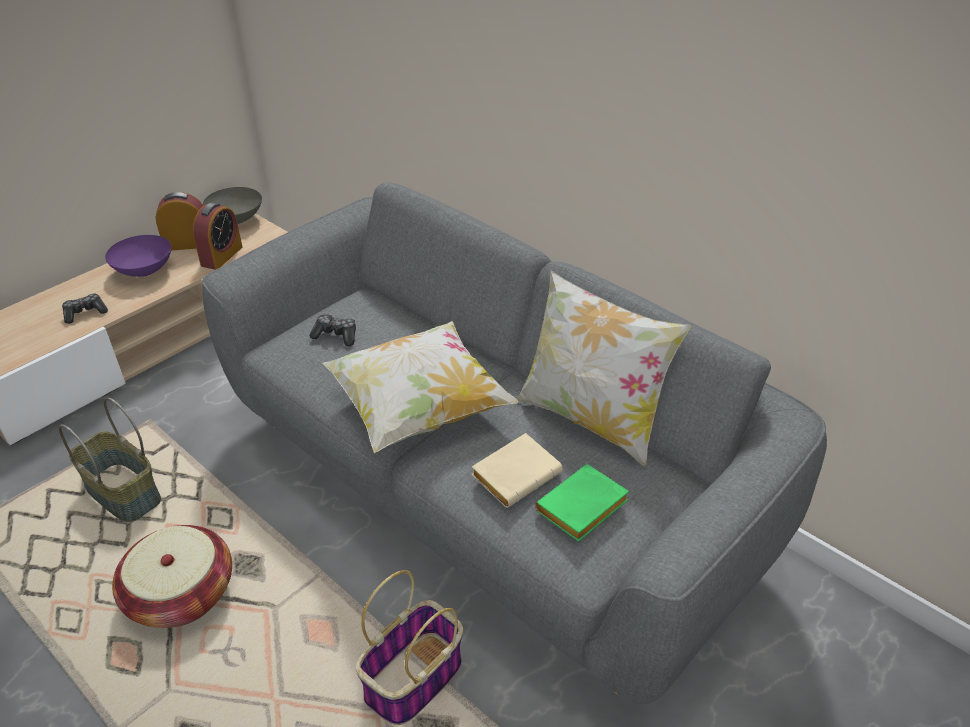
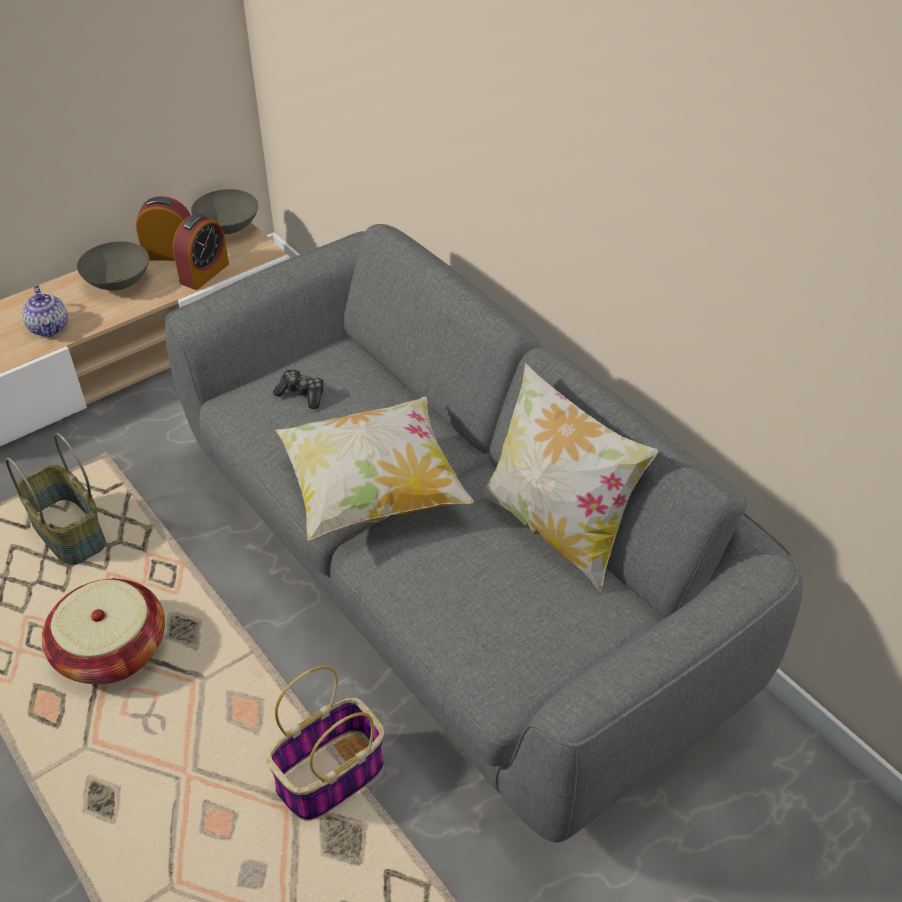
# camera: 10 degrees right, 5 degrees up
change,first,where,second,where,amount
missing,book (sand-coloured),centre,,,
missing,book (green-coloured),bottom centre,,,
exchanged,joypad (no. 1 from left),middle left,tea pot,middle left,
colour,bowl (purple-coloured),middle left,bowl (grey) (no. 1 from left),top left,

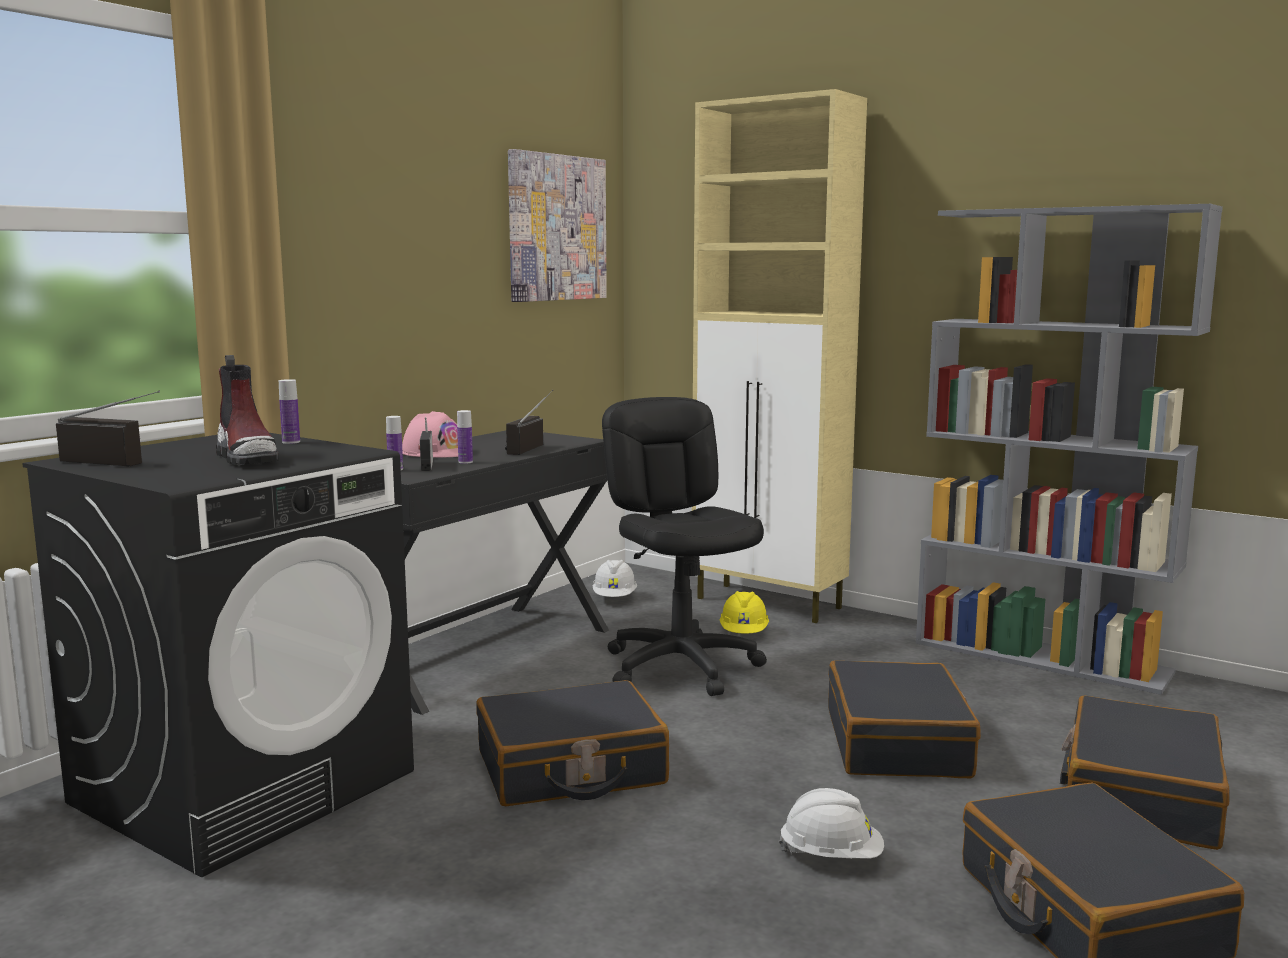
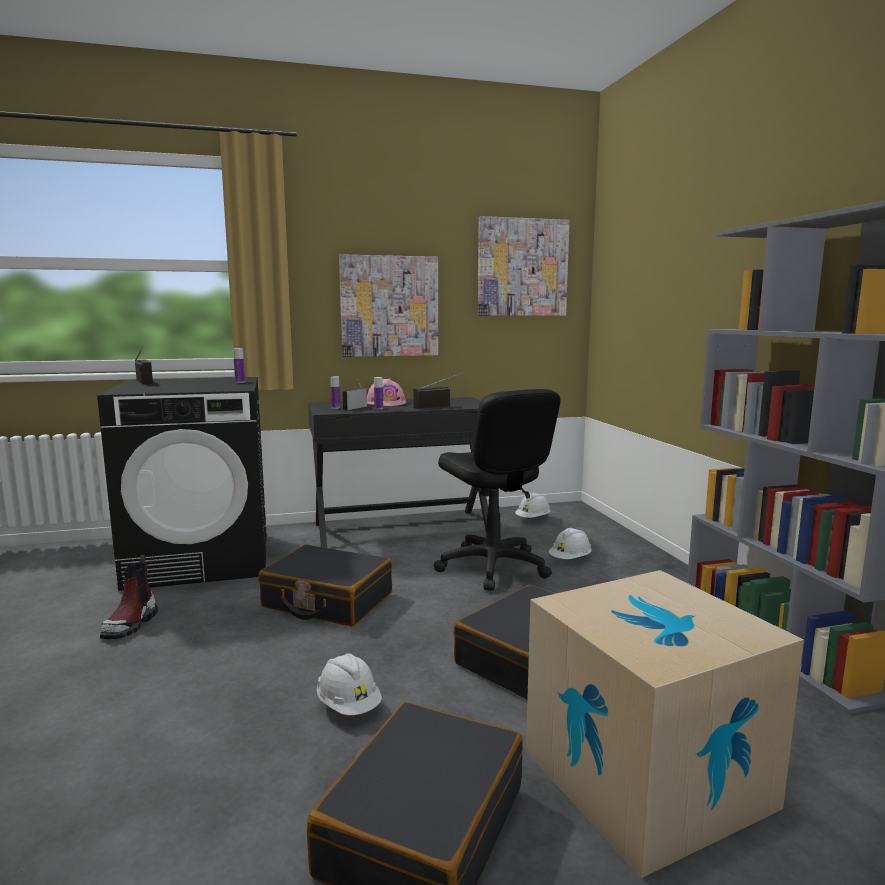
# camera: 40 degrees right, 0 degrees up
change,first,where,second,where,amount
missing,storage cabinet (sand-coloured),centre,,,
appeared,,,picture (no. 1 from left),centre,
relocated,tall boot,middle left,,bottom left,
exchanged,suitcase (black) (no. 4 from left),bottom right,cardboard box,bottom right,
colour,work helmet (yellow),centre,work helmet (whitish) (no. 3 from left),centre,
spun,desk chair (black),centre,,centre,135 degrees clockwise

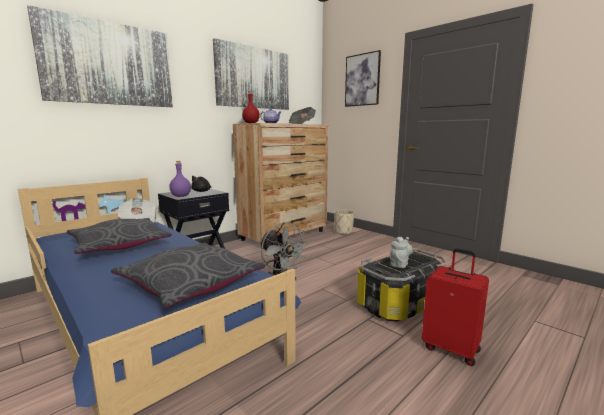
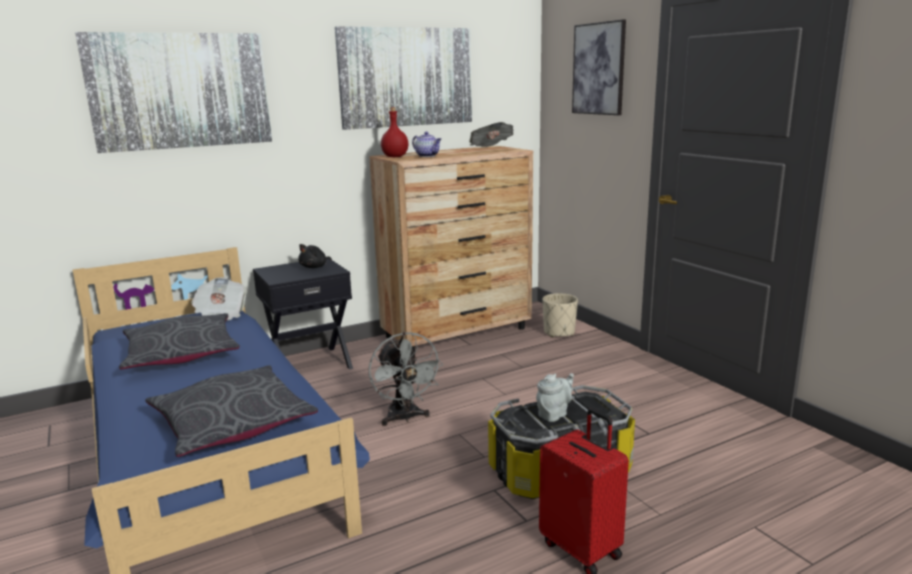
# camera: 15 degrees right, 5 degrees up
change,first,where,second,where,amount
missing,drink bottle (purple-coloured),middle left,,,

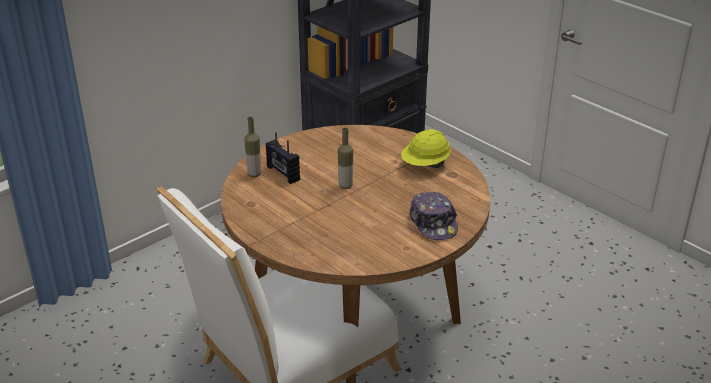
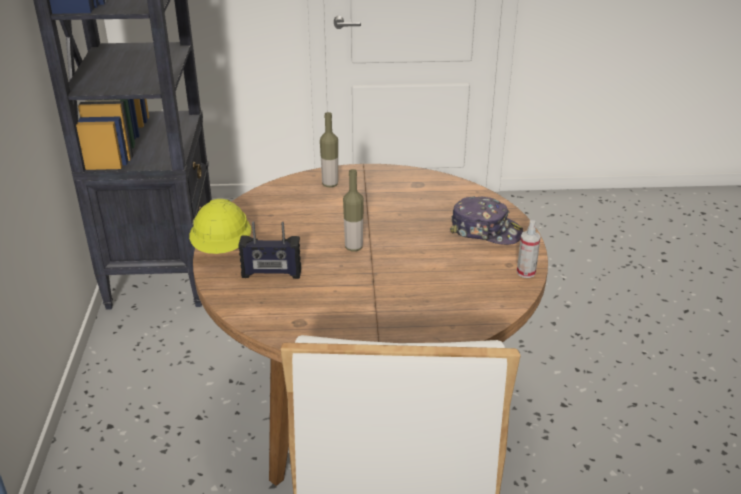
# camera: 50 degrees left, 0 degrees up
change,first,where,second,where,amount
appeared,,,sprayer,middle right,
relocated,drink bottle (no. 1 from left),centre,,top centre,
relocated,work helmet (yellow),centre,,middle left,

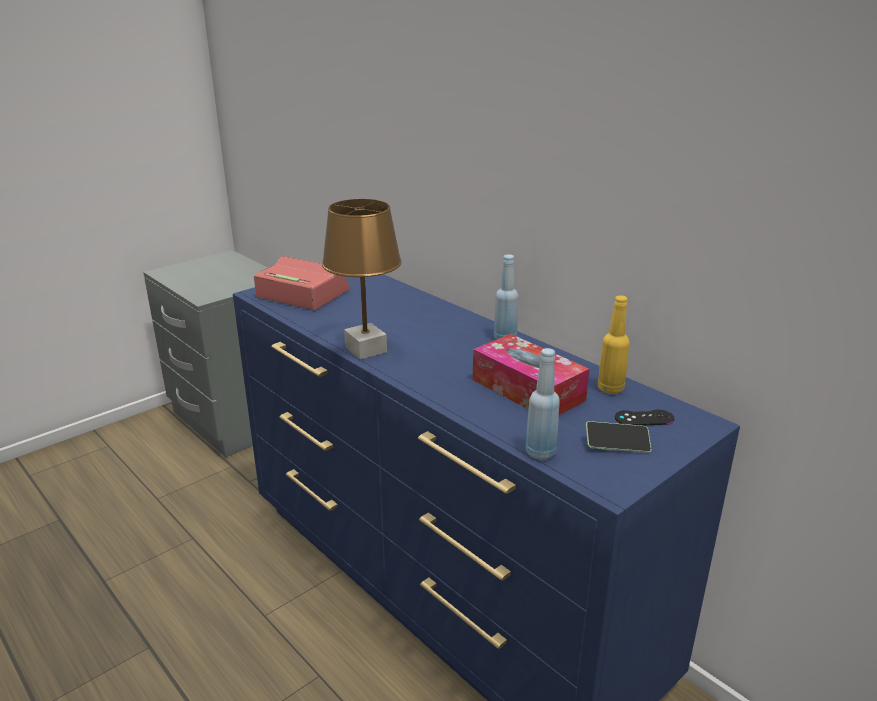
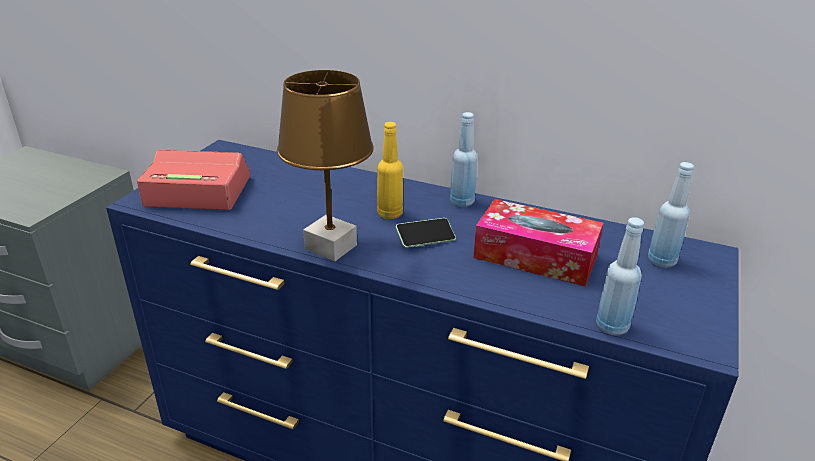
# camera: 25 degrees left, 5 degrees up
change,first,where,second,where,amount
relocated,telephone,middle right,,centre,
relocated,drink bottle (yellow),middle right,,centre,
exchanged,joypad (black),middle right,drink bottle (blue-coloured) (no. 3 from left),middle right,

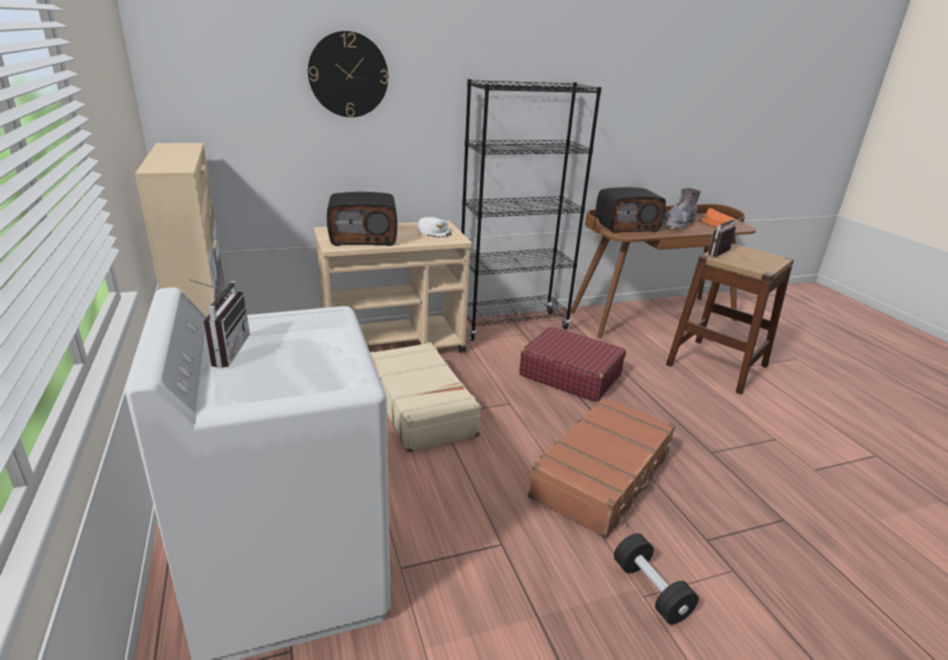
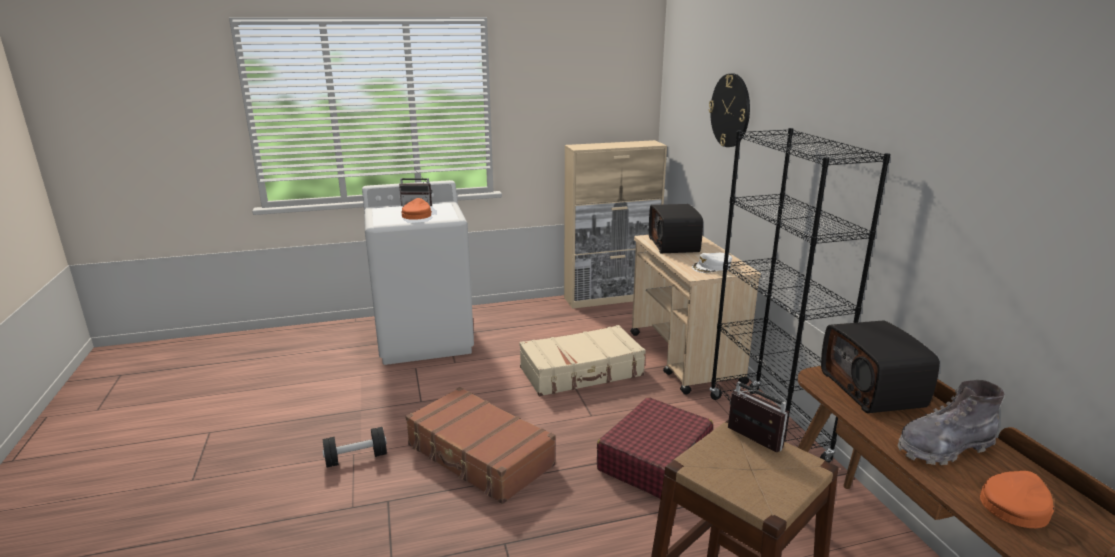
# camera: 95 degrees right, 5 degrees down
change,first,where,second,where,amount
appeared,,,peaked cap (orange-coloured) (no. 1 from left),centre,
spun,tall boot (grey),top right,,bottom right,60 degrees counterclockwise

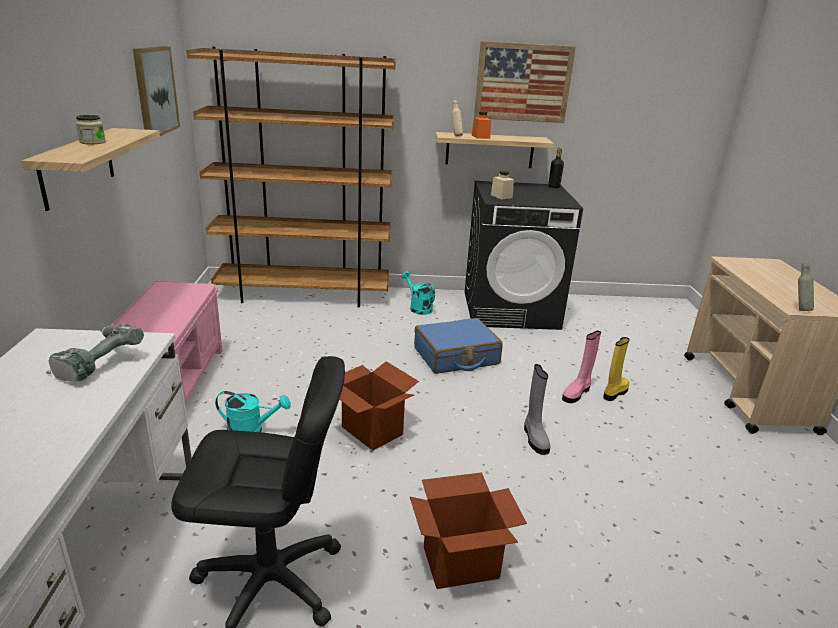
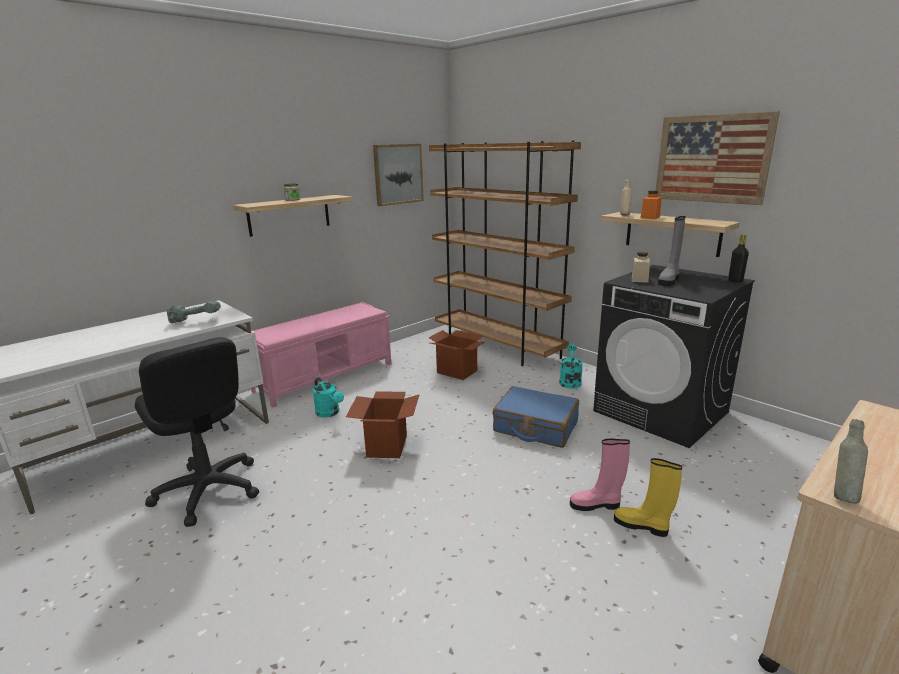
# camera: 50 degrees right, 5 degrees down
change,first,where,second,where,amount
relocated,cardboard box (no. 2 from left),bottom centre,,centre,
relocated,tall boot (grey),centre,,middle right,
spun,tall boot (yellow),middle right,,bottom right,150 degrees counterclockwise

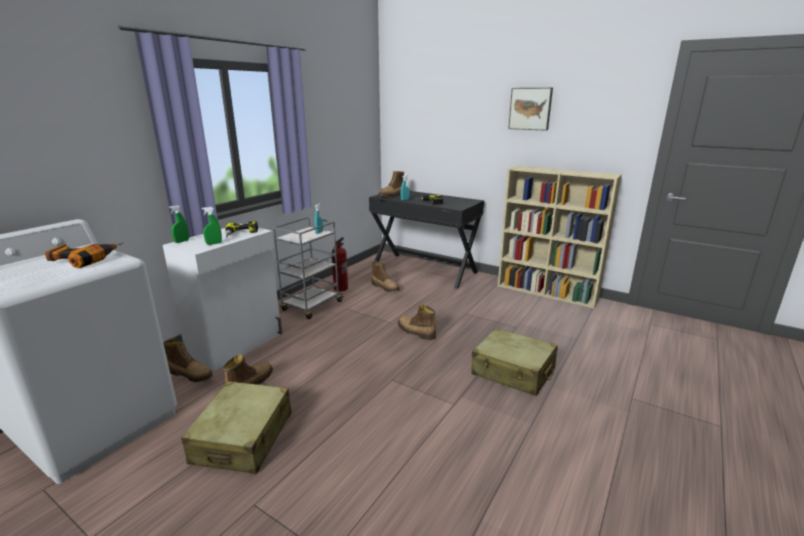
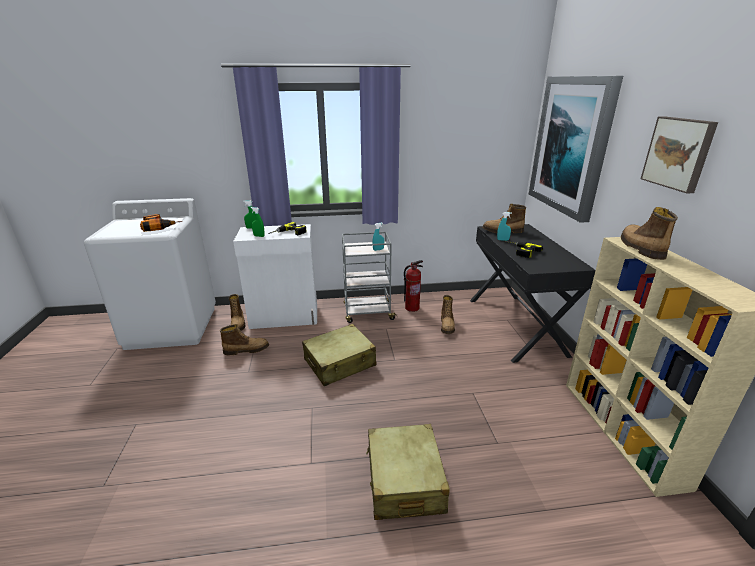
# camera: 50 degrees right, 5 degrees up
change,first,where,second,where,amount
appeared,,,picture (no. 1 from left),top right,
relocated,suitcase (sand-coloured) (no. 1 from left),bottom left,,centre,
relocated,tall boot (no. 5 from left),centre,,middle right,

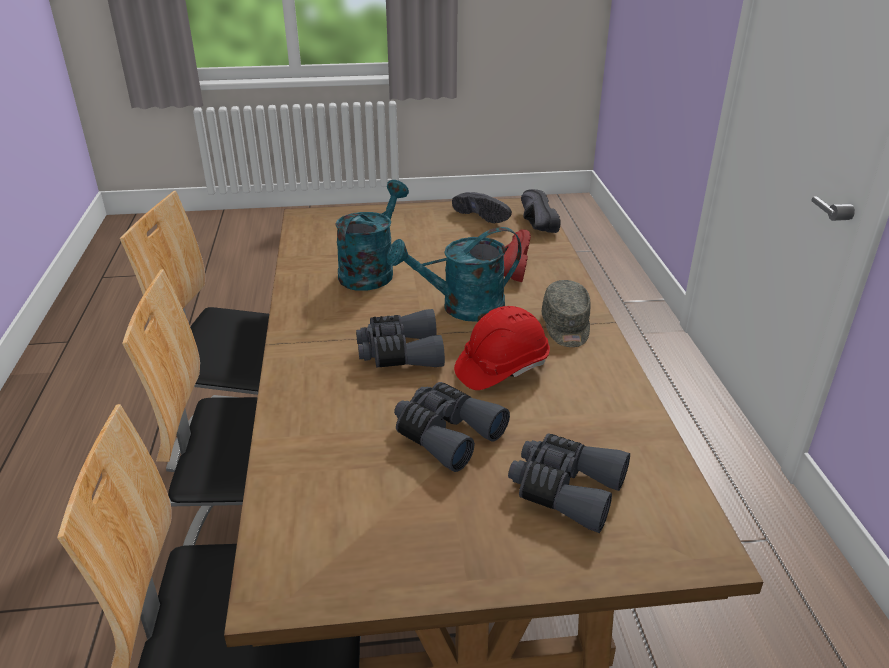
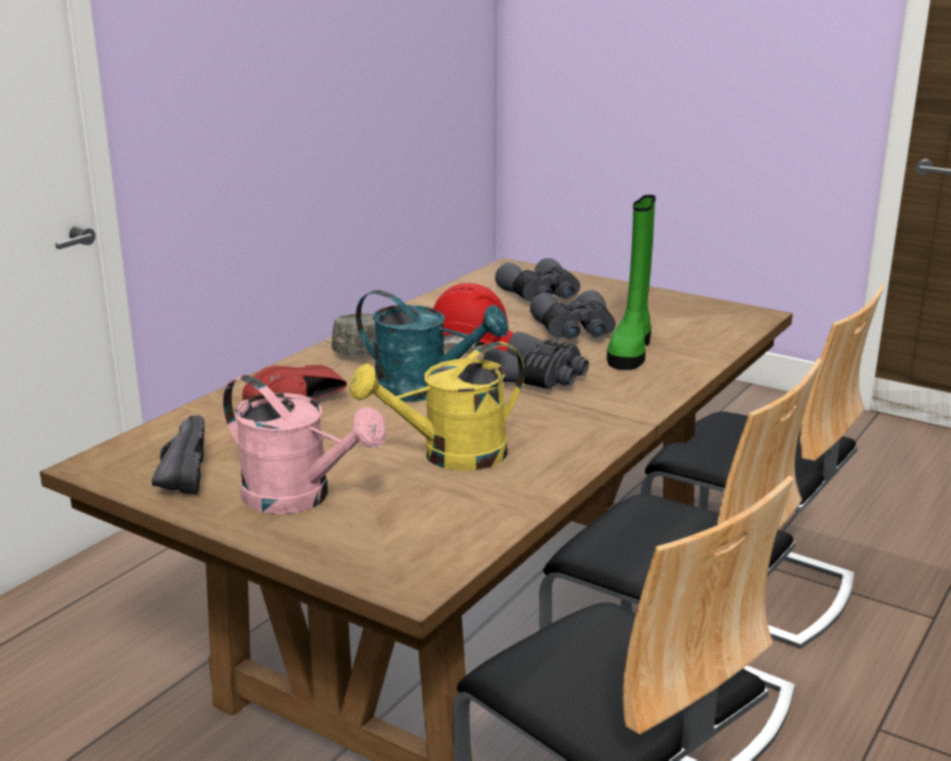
# camera: 140 degrees left, 10 degrees down
change,first,where,second,where,amount
missing,shoe (black) (no. 2 from left),top centre,,,
appeared,,,watering can (pinkish),middle left,
appeared,,,tall boot (green-coloured),centre,
colour,watering can (turquoise) (no. 1 from left),centre,watering can (yellow),centre,

